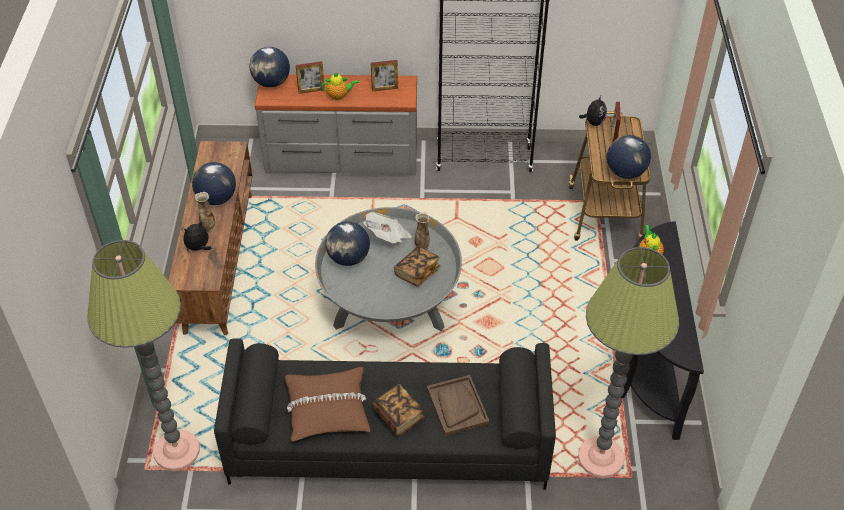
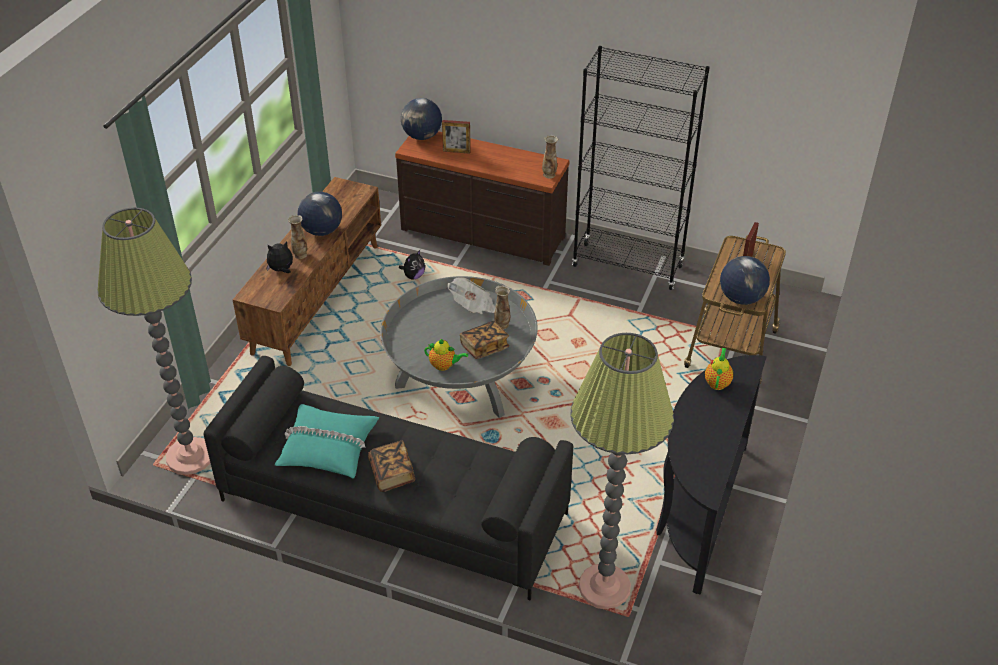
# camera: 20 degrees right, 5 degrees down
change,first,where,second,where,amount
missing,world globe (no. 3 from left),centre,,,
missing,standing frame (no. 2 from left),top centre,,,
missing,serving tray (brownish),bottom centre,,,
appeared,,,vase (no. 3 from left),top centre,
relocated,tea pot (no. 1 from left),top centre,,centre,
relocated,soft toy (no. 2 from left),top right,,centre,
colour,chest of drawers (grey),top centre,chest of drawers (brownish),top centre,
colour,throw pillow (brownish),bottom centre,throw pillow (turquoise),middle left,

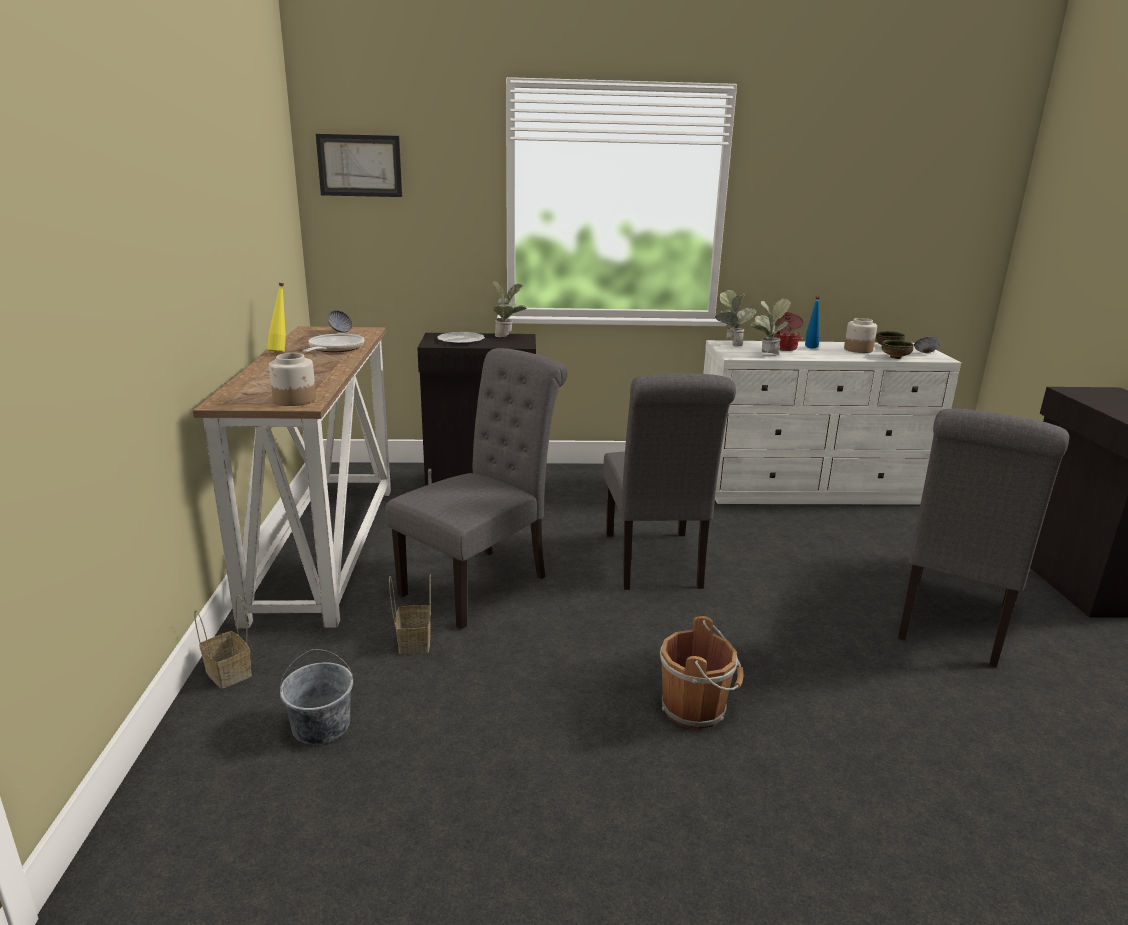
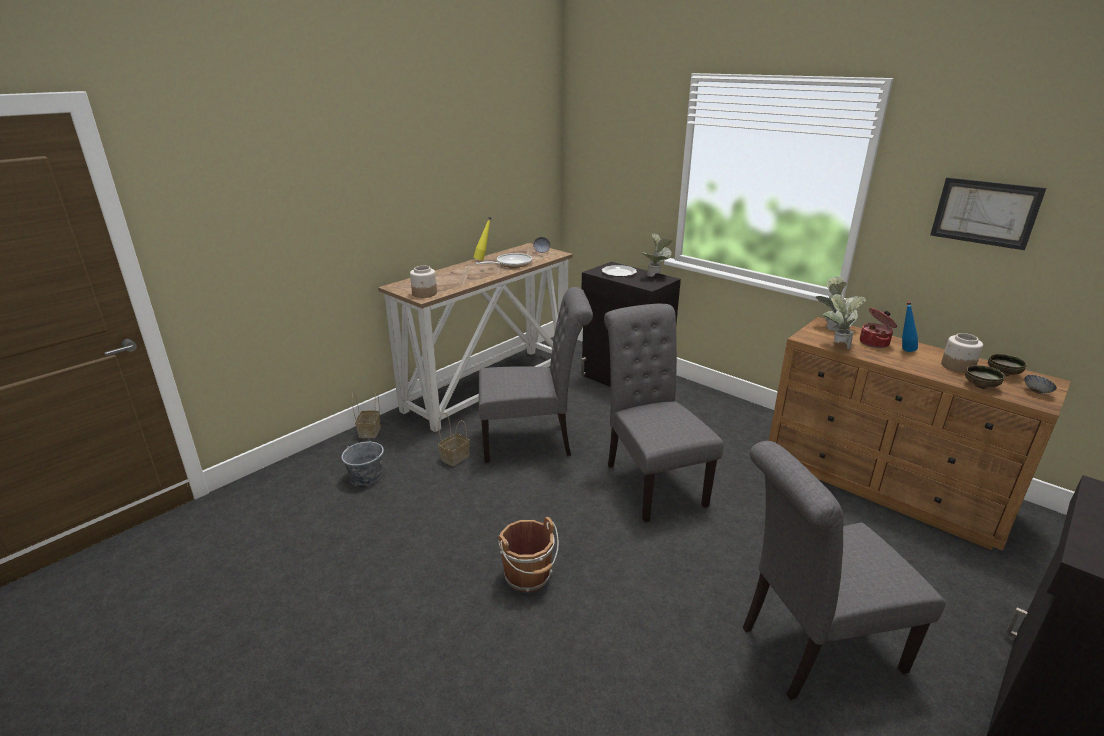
# camera: 45 degrees right, 5 degrees up
change,first,where,second,where,amount
relocated,picture,top left,,top right,
colour,chest of drawers (whitish),middle right,chest of drawers (brownish),middle right,
spun,chair (grey) (no. 2 from left),centre,,centre,120 degrees clockwise

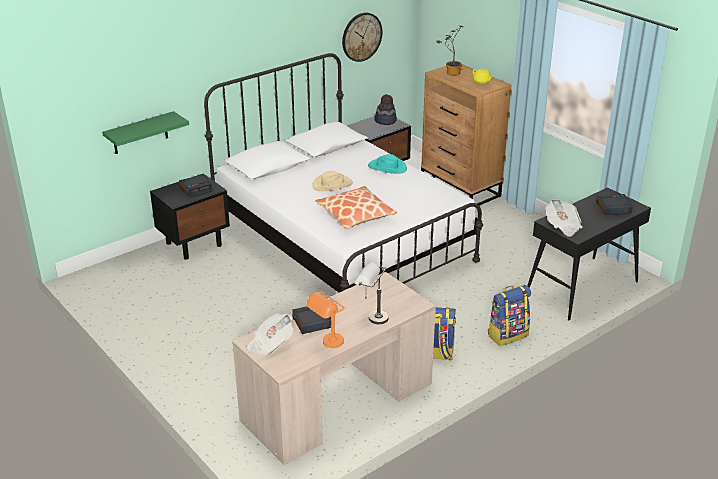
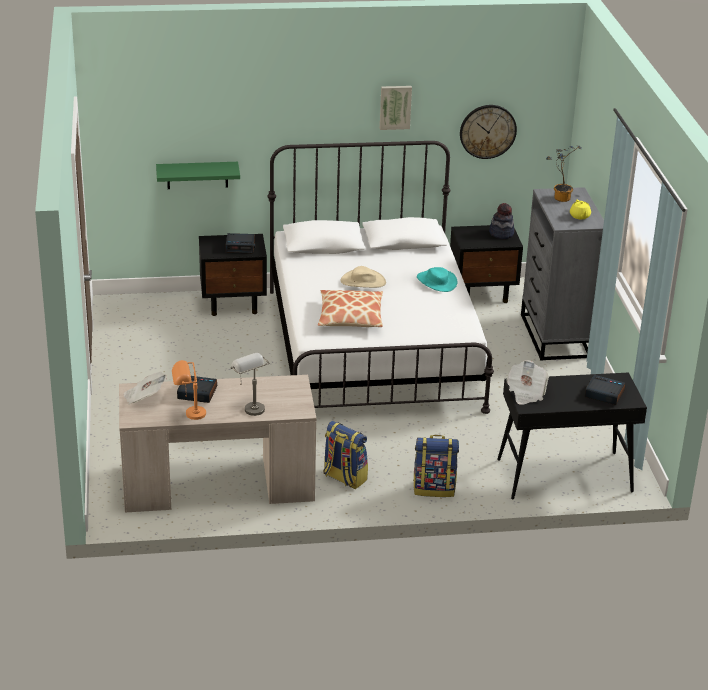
# camera: 30 degrees right, 0 degrees up
change,first,where,second,where,amount
appeared,,,picture,top centre,
colour,chest of drawers (brownish),top centre,chest of drawers (grey),middle right,

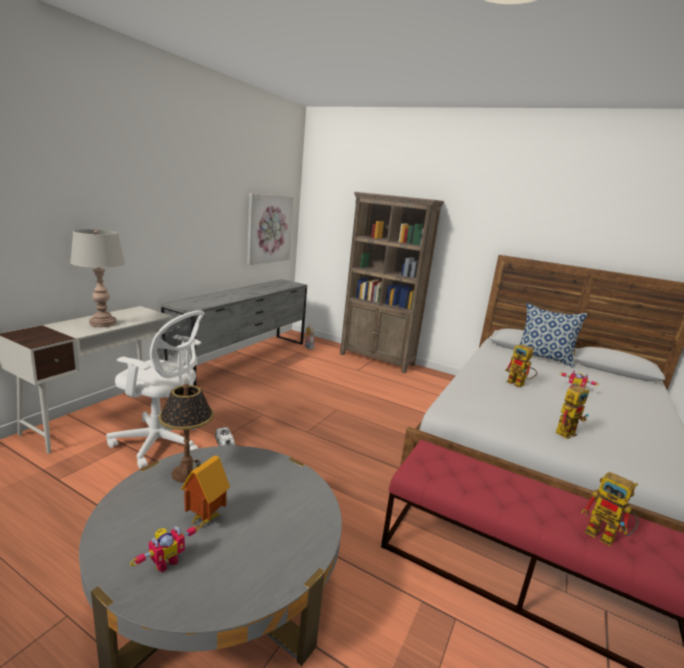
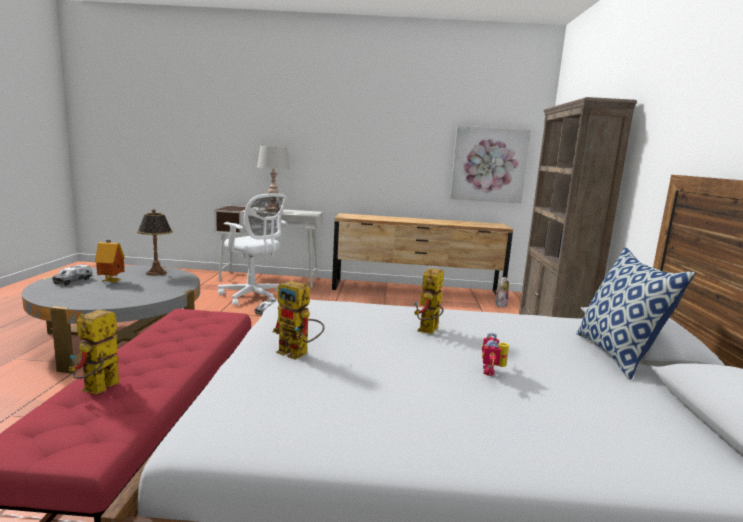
# camera: 65 degrees right, 5 degrees down
change,first,where,second,where,amount
exchanged,model robot (no. 1 from left),bottom left,toy truck (no. 1 from left),middle left,
colour,chest of drawers (grey),centre,chest of drawers (brownish),centre,
spun,desk chair (whitish),middle left,,centre,45 degrees counterclockwise

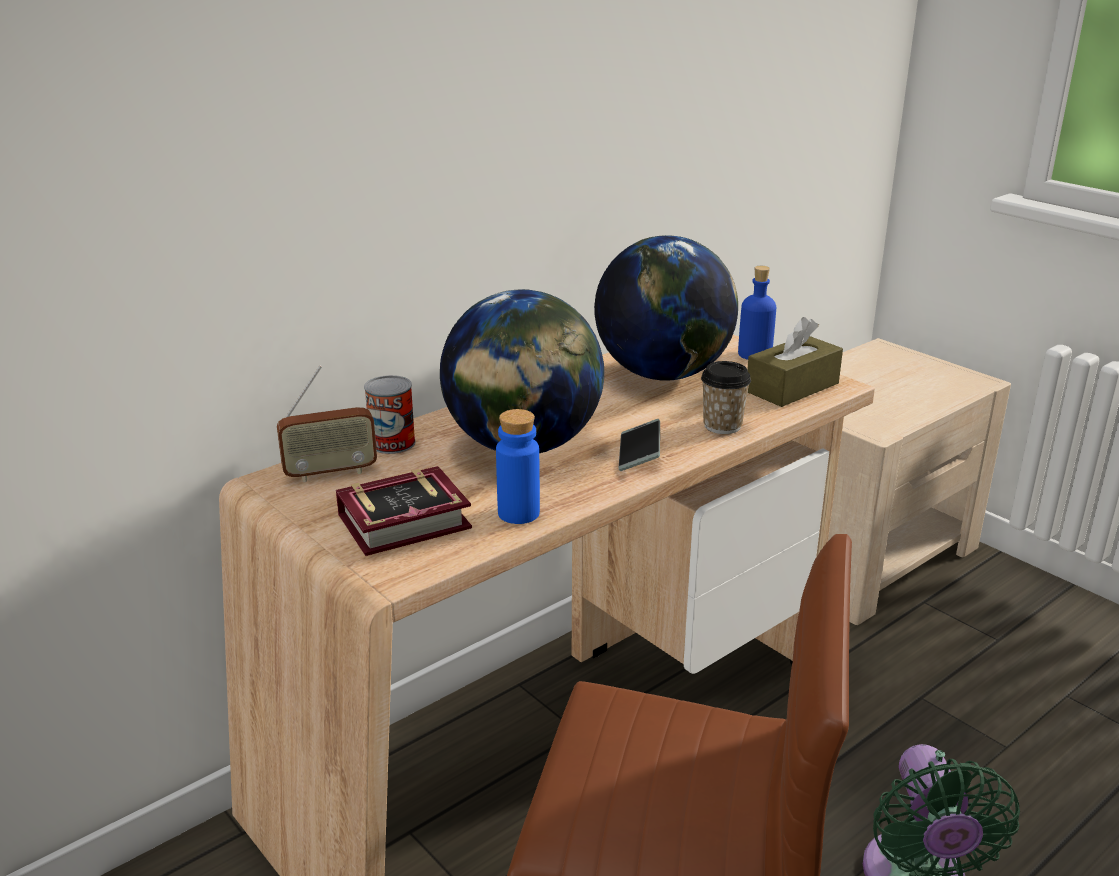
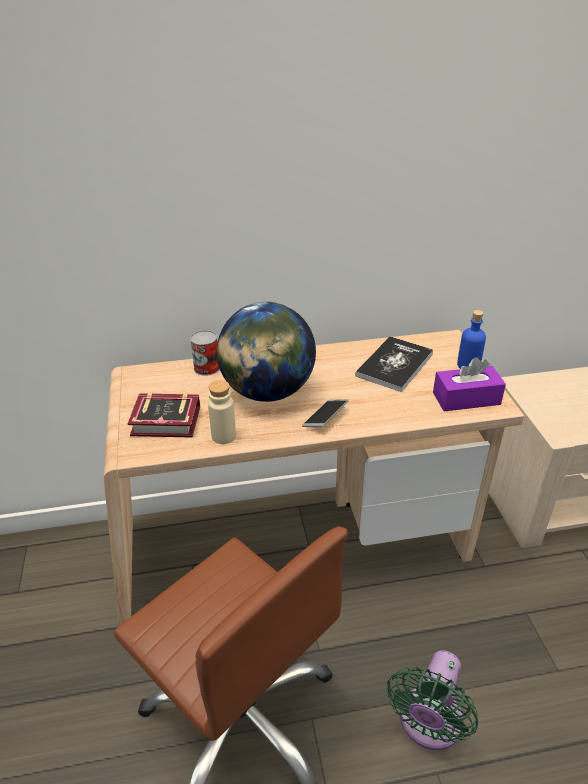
# camera: 30 degrees right, 10 degrees up
change,first,where,second,where,amount
missing,radio,middle left,,,
missing,small cup,centre,,,
exchanged,world globe (no. 2 from left),centre,book (no. 2 from left),middle right,
colour,drink bottle (blue-coloured) (no. 1 from left),centre,drink bottle (sand-coloured),centre,
colour,box of tissues (brownish),middle right,box of tissues (purple-coloured),middle right,

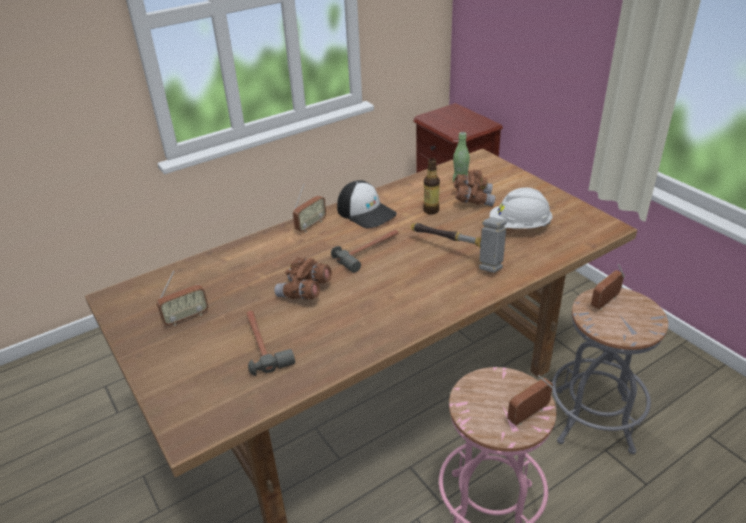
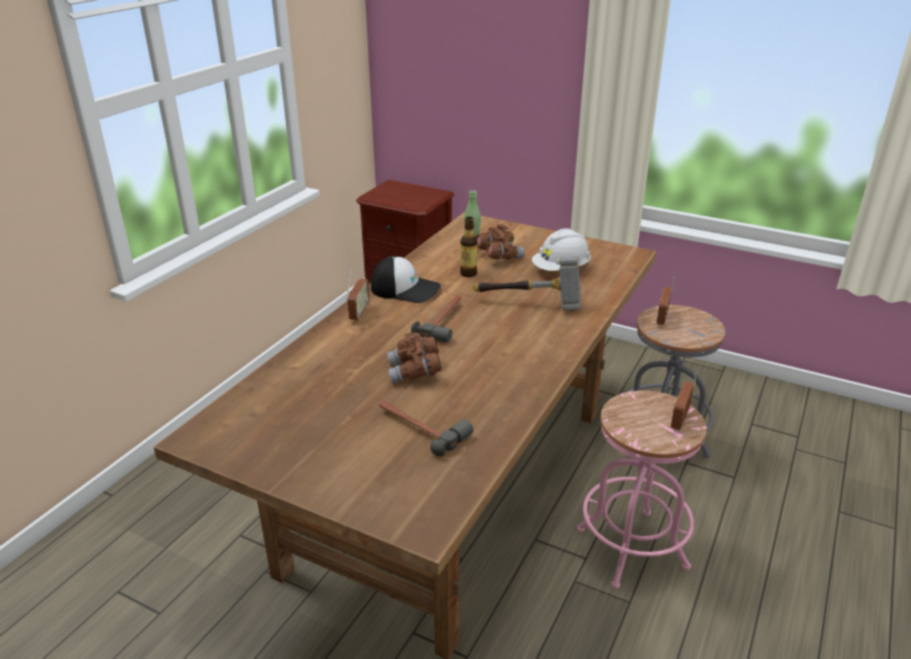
# camera: 30 degrees left, 5 degrees down
change,first,where,second,where,amount
missing,radio (no. 1 from left),middle left,,,

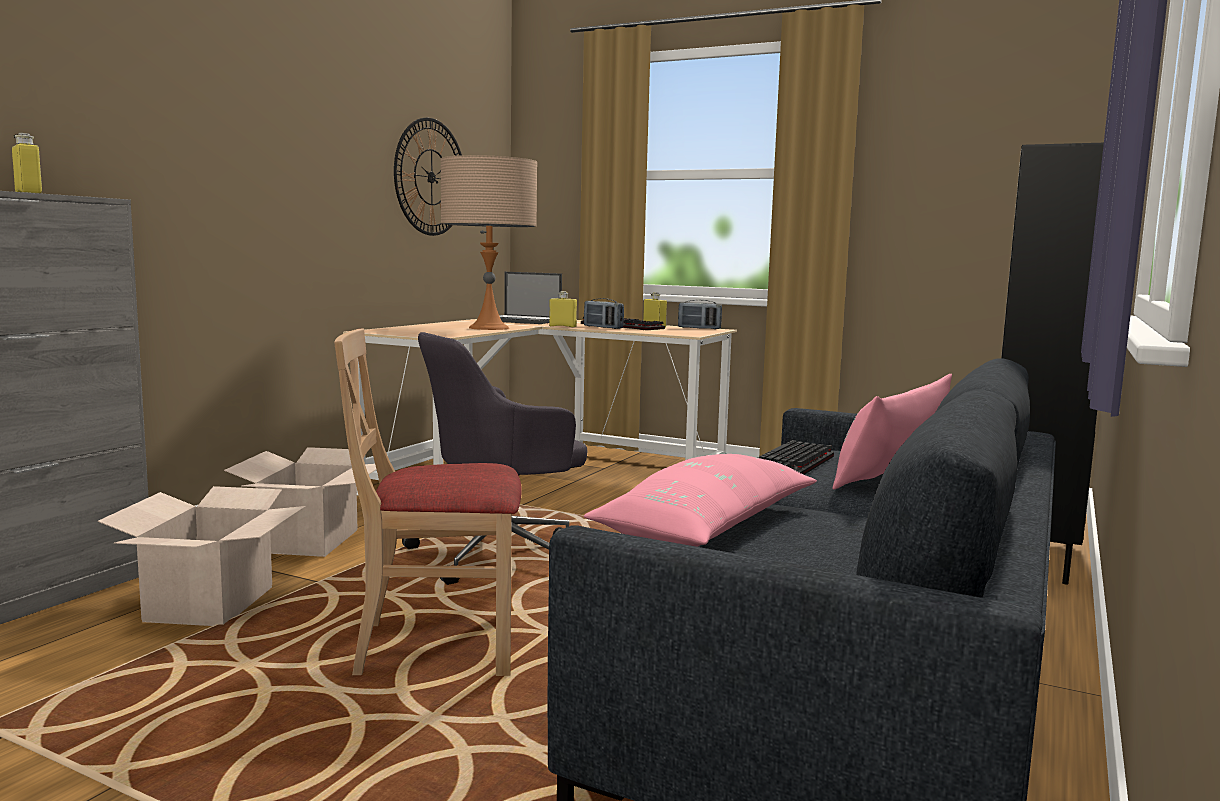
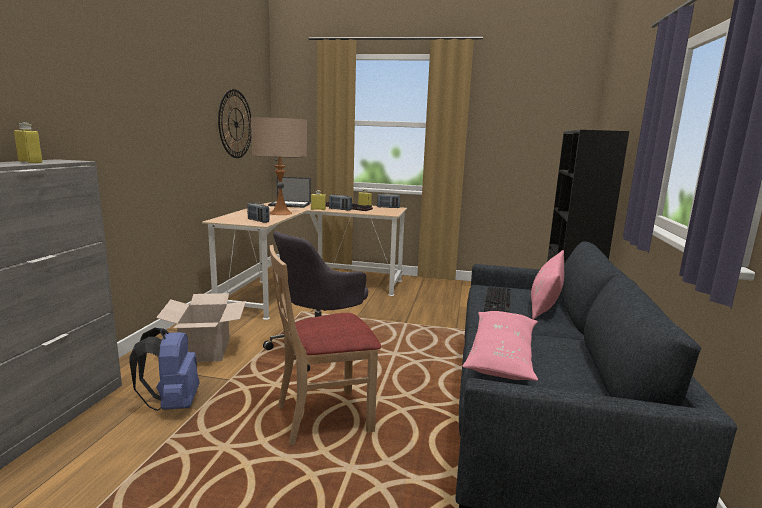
# camera: 15 degrees left, 5 degrees up
change,first,where,second,where,amount
appeared,,,radio (no. 1 from left),centre,
exchanged,cardboard box (no. 1 from left),bottom left,backpack (blue-coloured),bottom left,

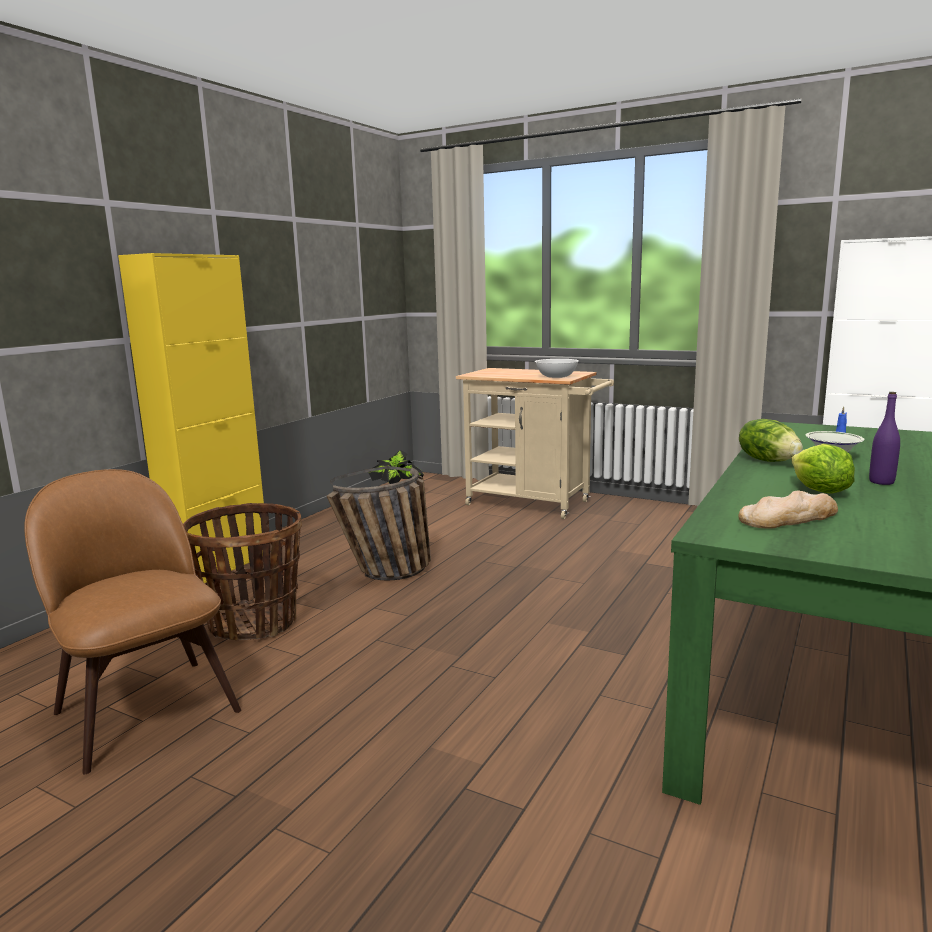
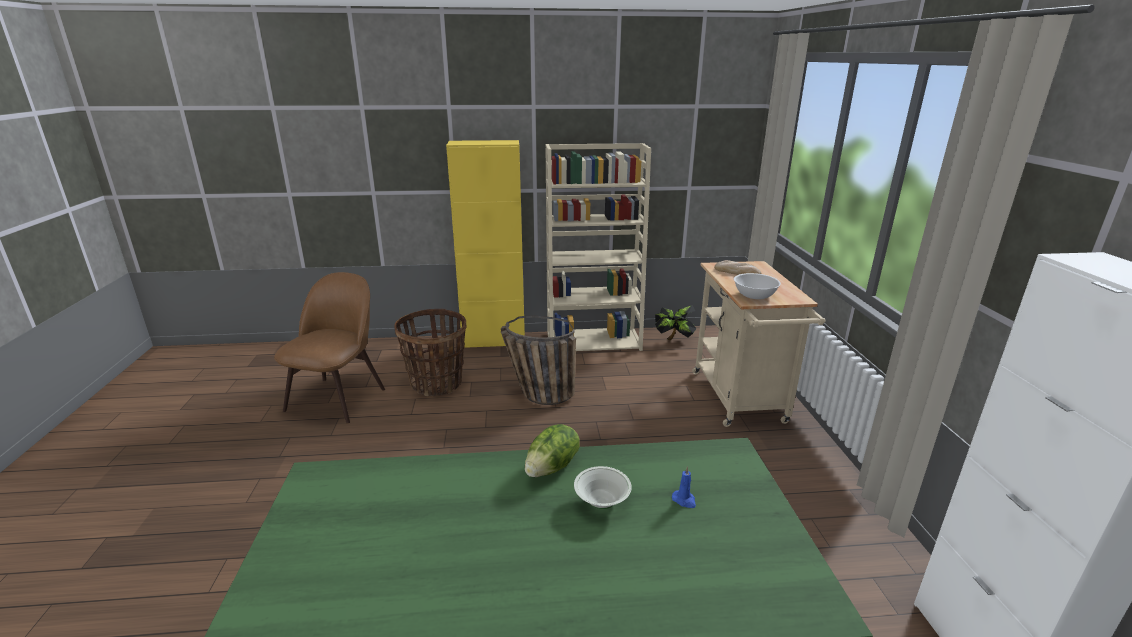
# camera: 55 degrees right, 10 degrees up
change,first,where,second,where,amount
missing,head of lettuce (no. 2 from left),middle right,,,
missing,drink bottle (purple-coloured),middle right,,,
appeared,,,bookshelf (sand-coloured),centre,
relocated,baked bread,middle right,,centre,

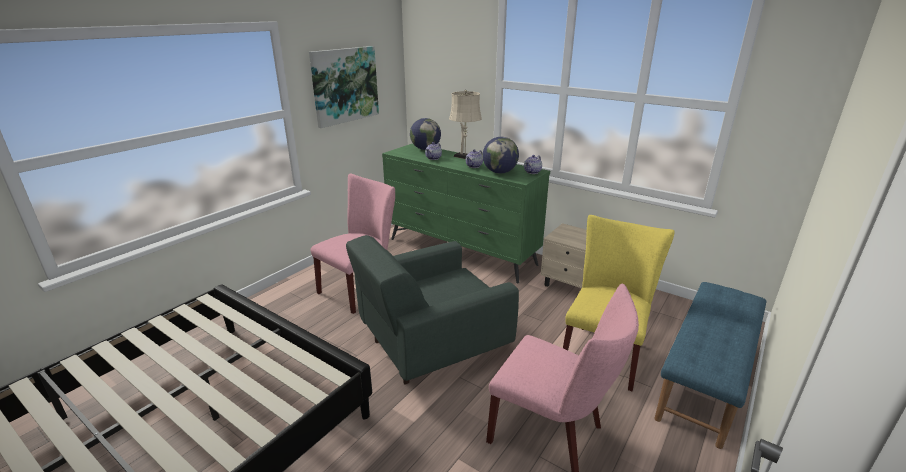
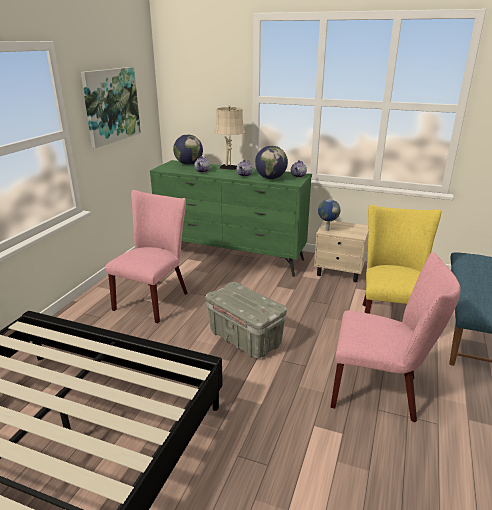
# camera: 15 degrees left, 0 degrees up
change,first,where,second,where,amount
appeared,,,world globe (no. 3 from left),middle right,
exchanged,easy chair (green-coloured),centre,storage bin (grey),centre,

